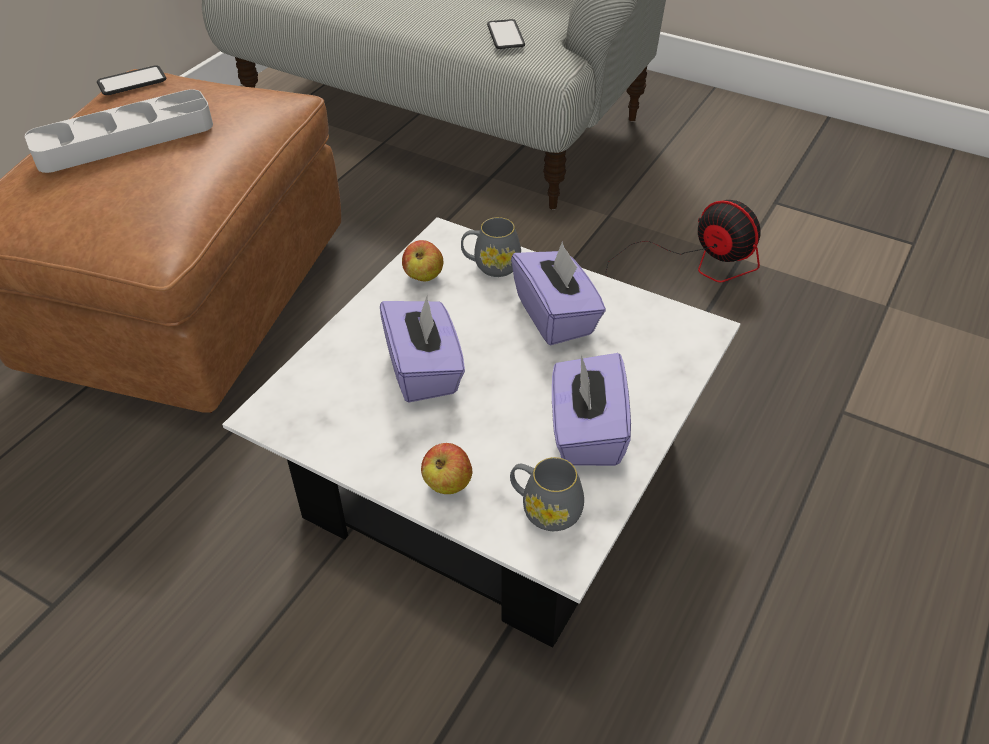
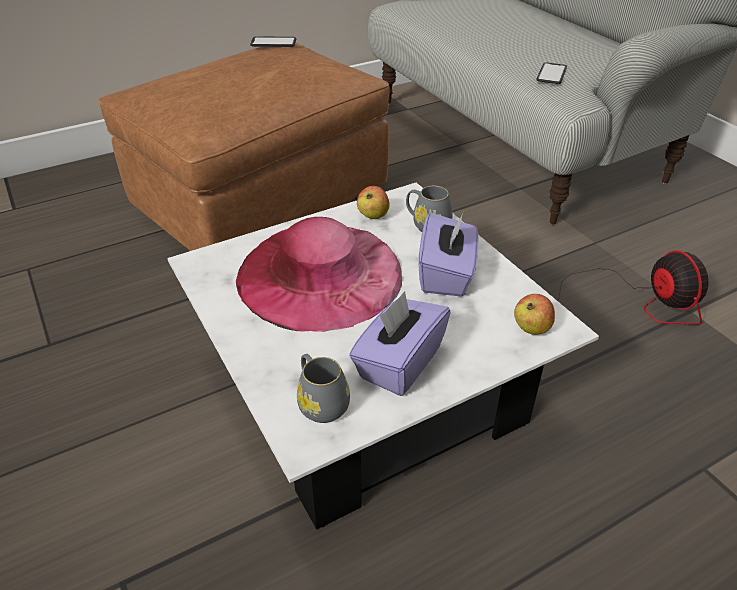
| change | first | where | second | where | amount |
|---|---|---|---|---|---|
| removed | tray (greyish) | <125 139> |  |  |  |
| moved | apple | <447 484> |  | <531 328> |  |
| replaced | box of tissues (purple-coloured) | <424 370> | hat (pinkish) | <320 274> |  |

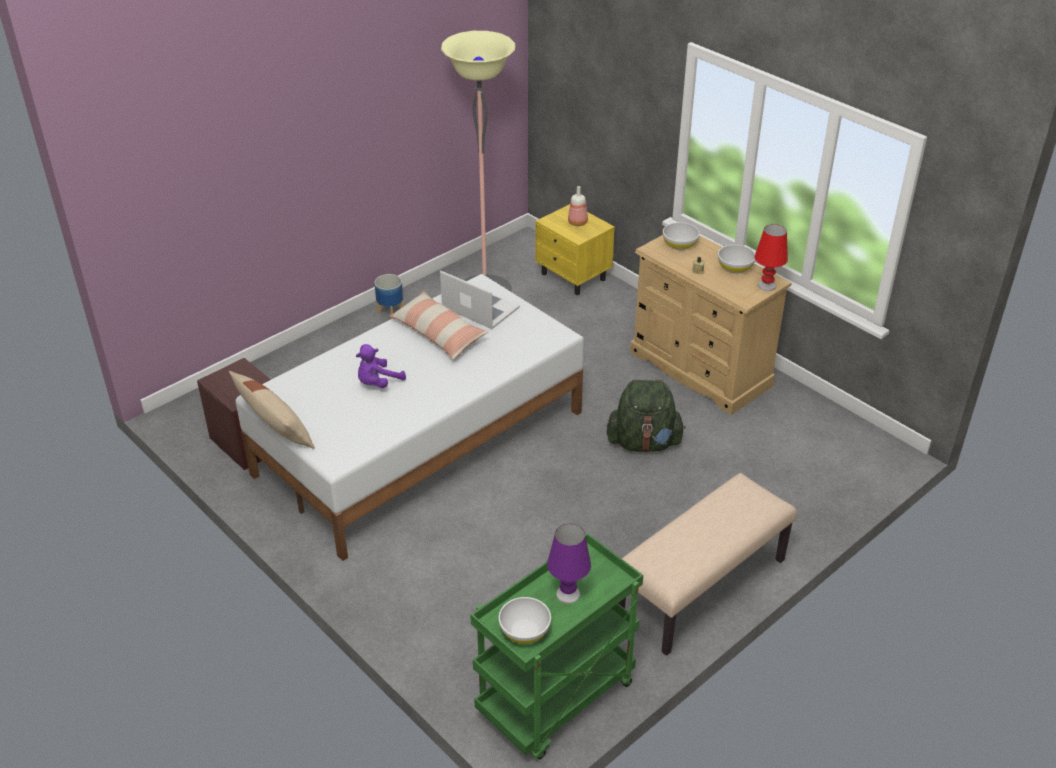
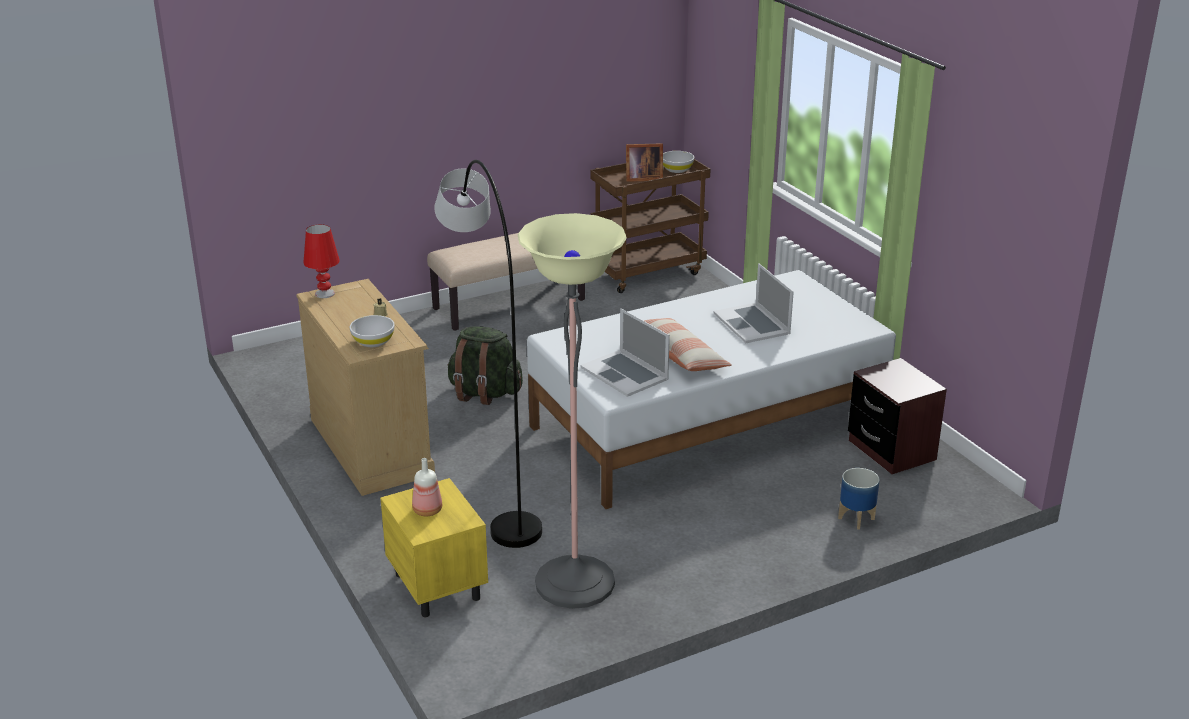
| change | first | where | second | where | amount |
|---|---|---|---|---|---|
| removed | cushion (sand-coloured) | <274 426> |  |  |  |
| removed | deep dish (whitish) | <735 268> |  |  |  |
| added |  |  | standing lamp (greyish) | <492 480> |  |
| moved | flower pot | <390 311> |  | <856 519> |  |
| replaced | soft toy (purple-coloured) | <378 383> | notebook computer | <752 323> |  |
| replaced | table lamp (purple-coloured) | <568 594> | photo frame | <642 178> |  |
| recoloured | trolley (greenish) | <556 701> | trolley (brown) | <648 272> |  |

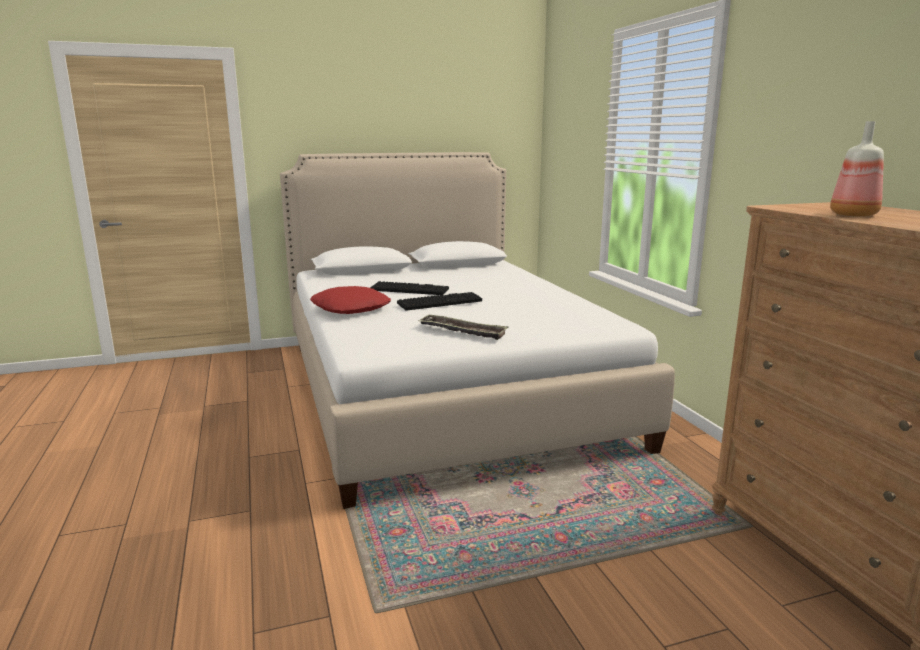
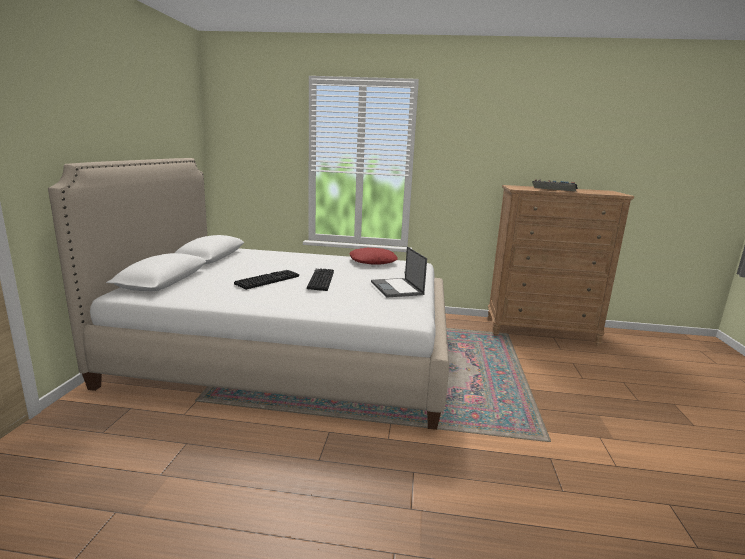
| change | first | where | second | where | amount |
|---|---|---|---|---|---|
| moved | cushion (red) | <351 308> |  | <372 261> |  |
| replaced | tray | <462 331> | notebook computer | <397 288> |  |
| replaced | bottle | <851 215> | keyboard | <552 190> |  |

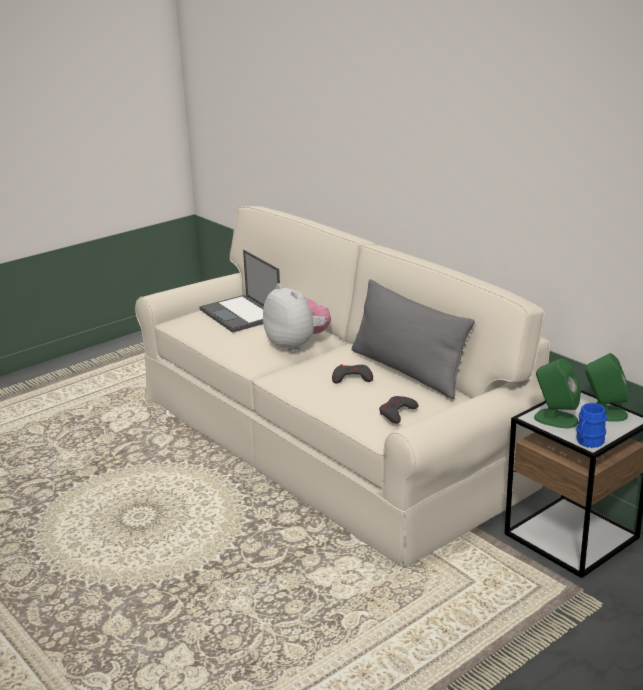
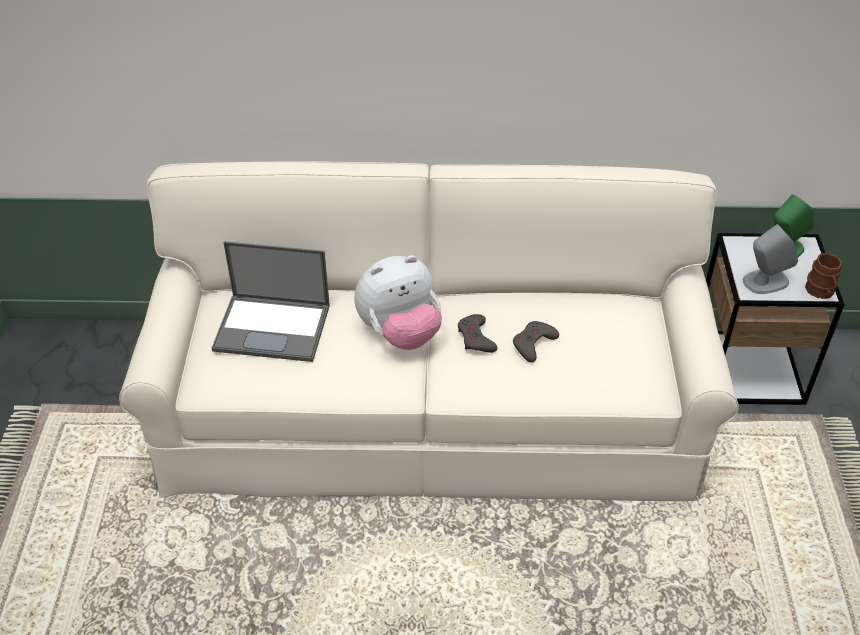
| change | first | where | second | where | amount |
|---|---|---|---|---|---|
| removed | cushion (greyish) | <407 371> |  |  |  |
| moved | game controller (greyish) | <397 413> |  | <476 338> |  |
| recoloured | audio speaker (greenish) | <555 419> | audio speaker (greyish) | <765 281> |  |
| recoloured | coffee mug (bluish) | <588 442> | coffee mug (brown) | <821 292> |  |
| turned | soft toy | <297 345> |  | <400 333> | 150 degrees clockwise |

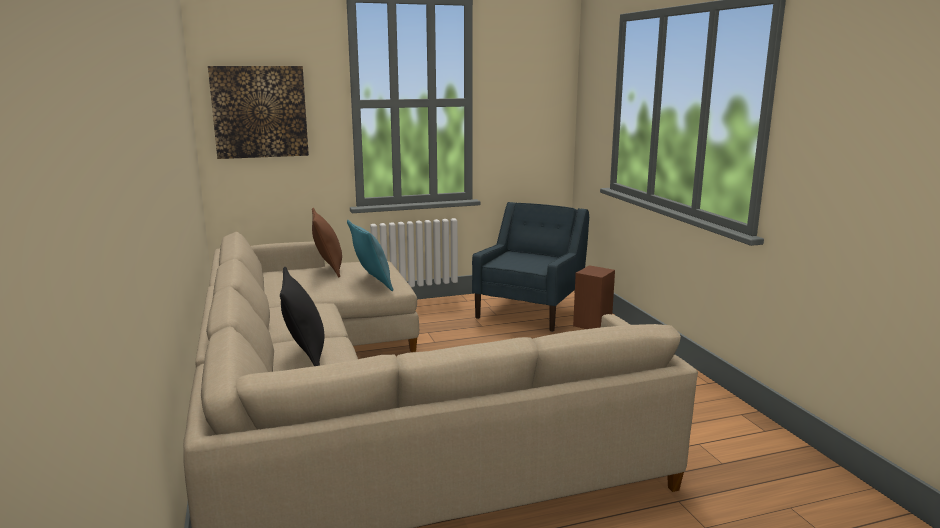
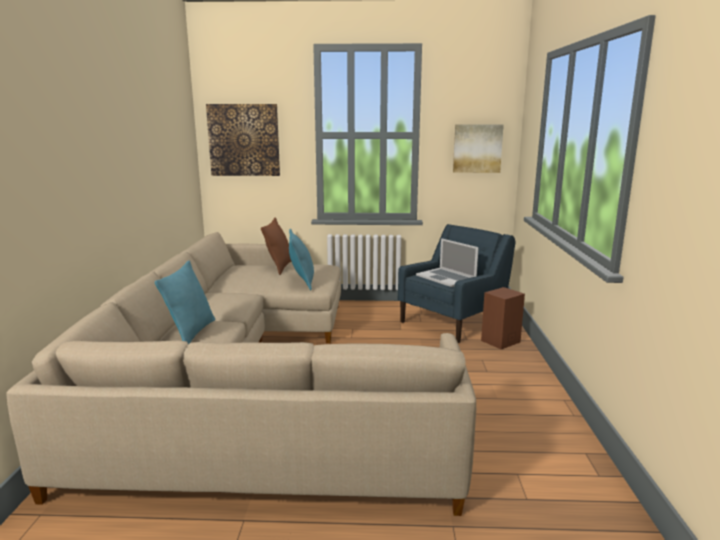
| change | first | where | second | where | amount |
|---|---|---|---|---|---|
| added |  |  | notebook computer | <446 277> |  |
| added |  |  | wall picture | <477 148> |  |
| recoloured | cushion (black) | <305 355> | cushion (turquoise-coloured) | <191 333> |  |

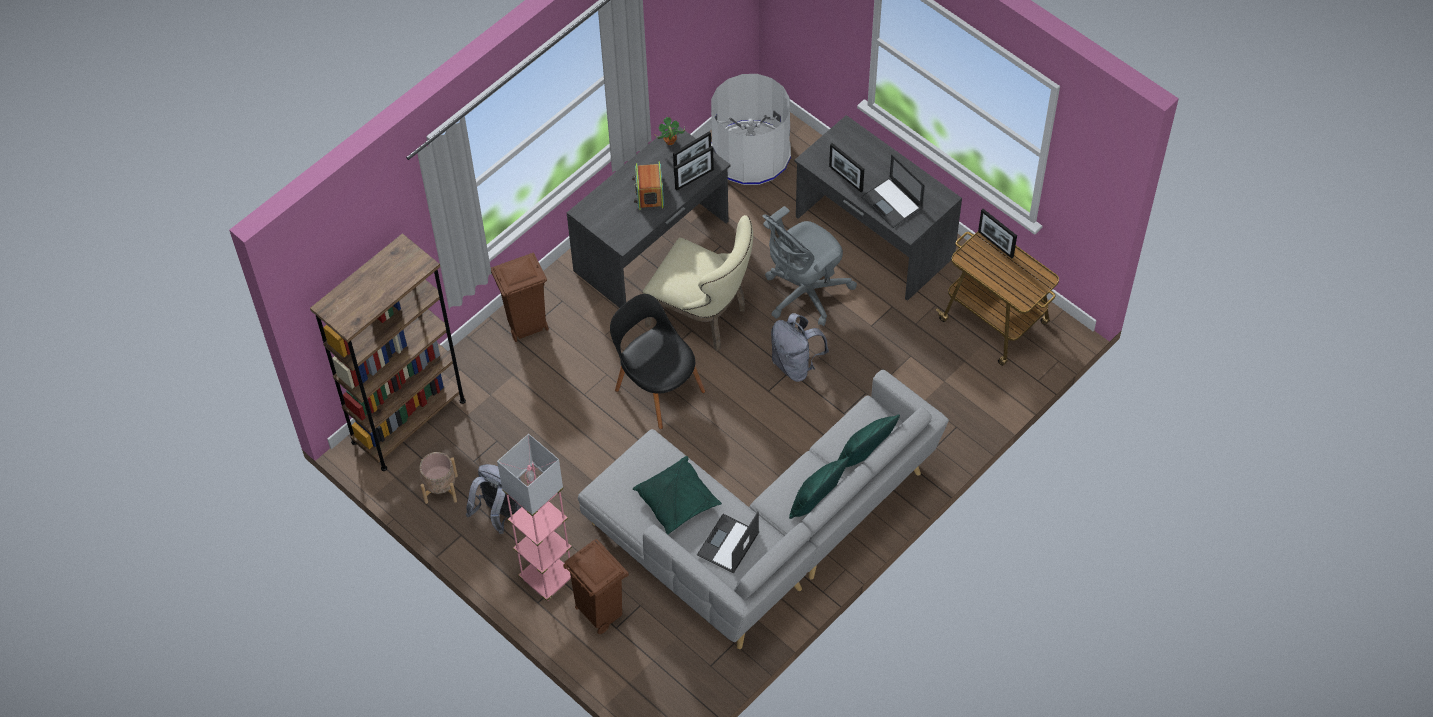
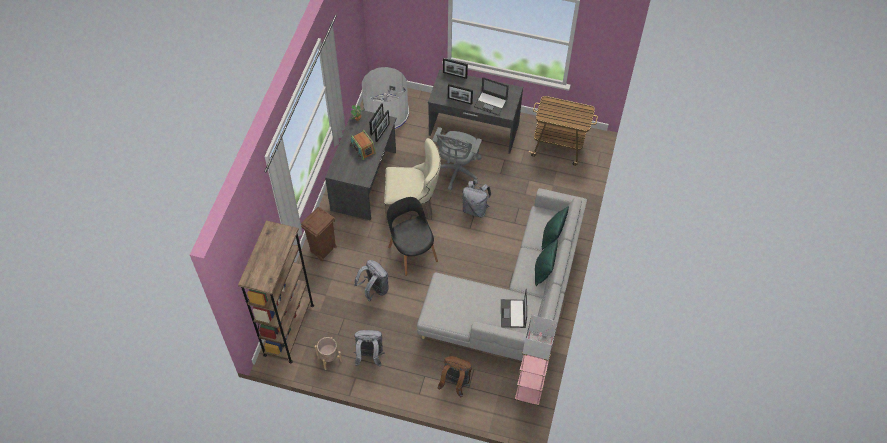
| change | first | where | second | where | amount |
|---|---|---|---|---|---|
| removed | cushion (greenish) | <677 501> |  |  |  |
| added |  |  | backpack (greyish) | <374 289> |  |
| moved | standing lamp (pinkish) | <547 578> |  | <529 393> |  |
| moved | photo frame | <995 244> |  | <455 75> |  |
| replaced | rubbish bin (brown) | <599 612> | backpack (brown) | <455 383> |  |
| turned | upright chair (black) | <657 387> |  | <412 252> | 45 degrees clockwise |

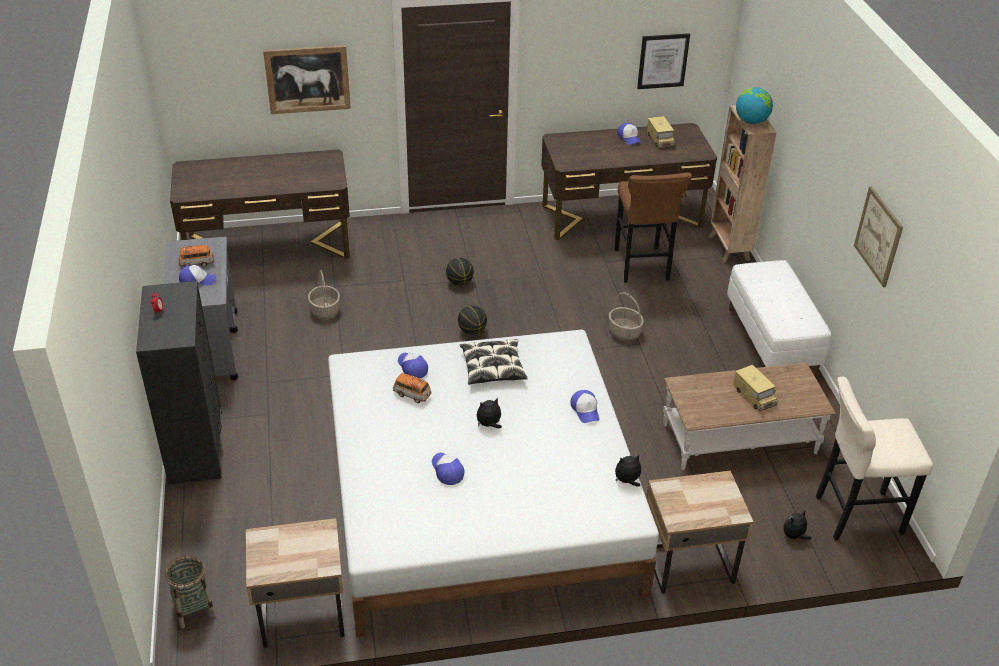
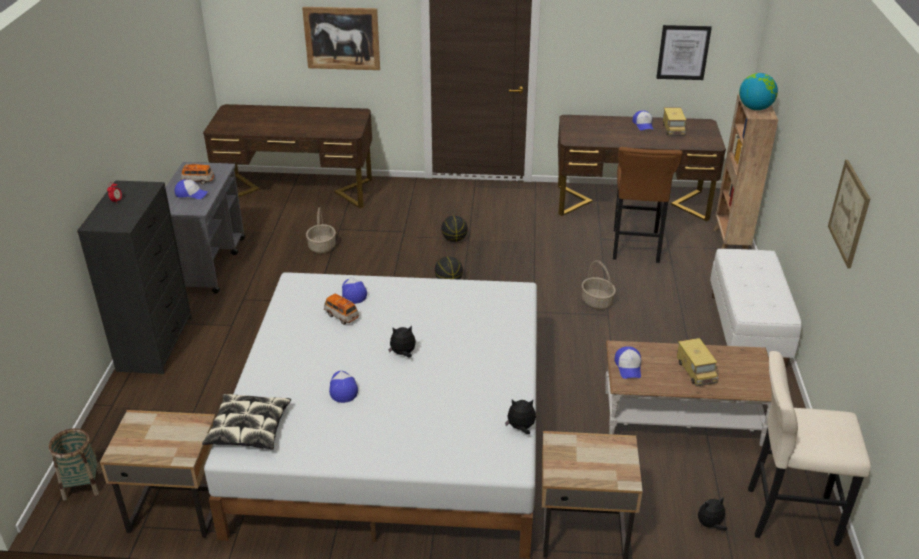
| change | first | where | second | where | amount |
|---|---|---|---|---|---|
| moved | cushion | <493 368> |  | <249 429> |  |
| moved | peaked cap | <585 410> |  | <628 367> |  |

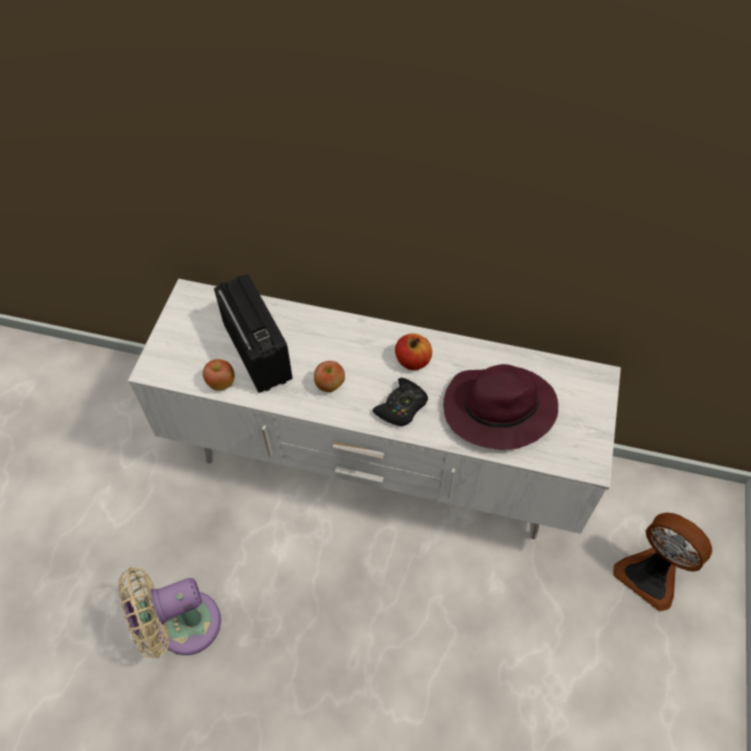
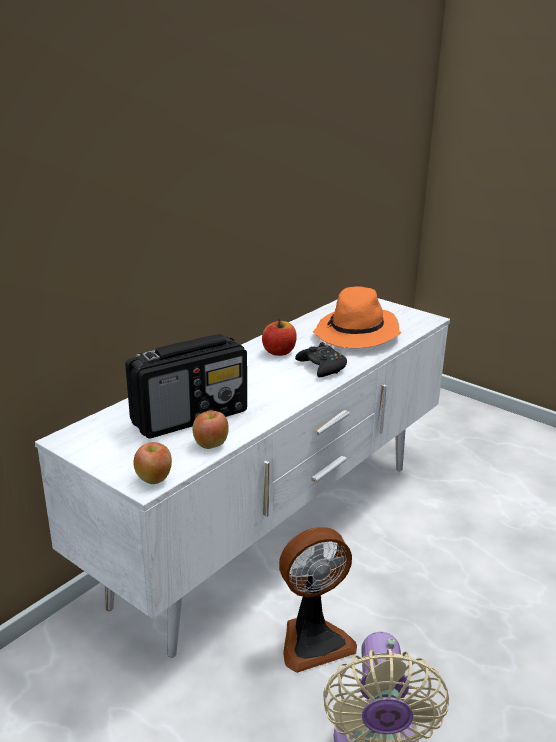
| change | first | where | second | where | amount |
|---|---|---|---|---|---|
| moved | apple | <330 385> |  | <154 479> |  |
| moved | fan | <650 574> |  | <313 640> |  |
| recoloured | hat (purple-coloured) | <497 410> | hat (orangey) | <357 334> |  |
| turned | radio | <257 350> |  | <190 416> | 150 degrees clockwise |

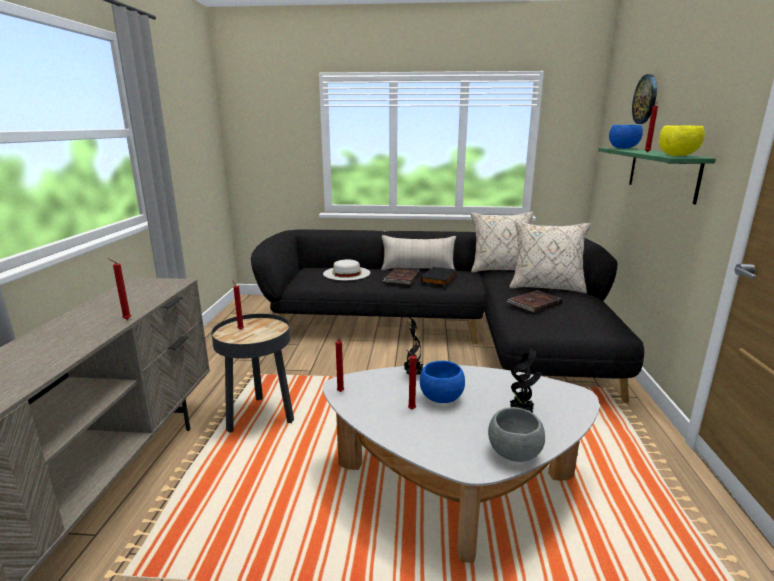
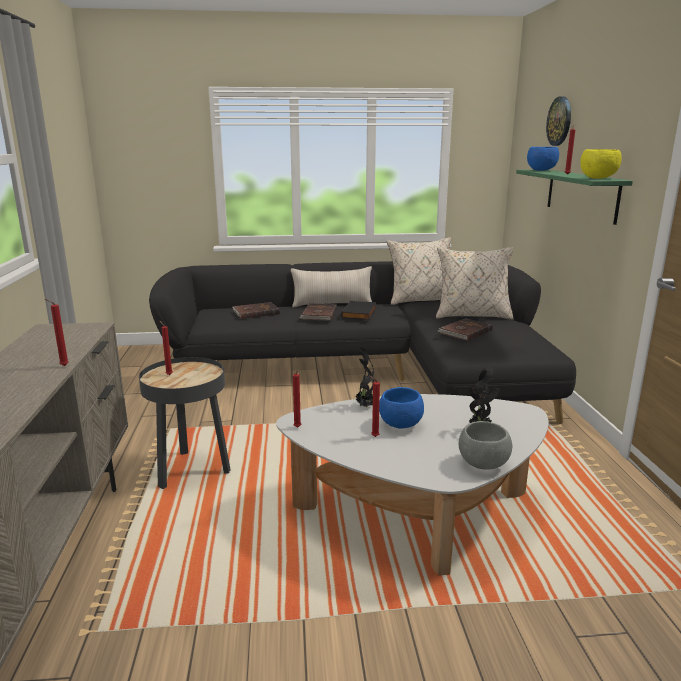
| change | first | where | second | where | amount |
|---|---|---|---|---|---|
| replaced | hat (whitish) | <346 273> | book (brown) | <255 312> |  |

